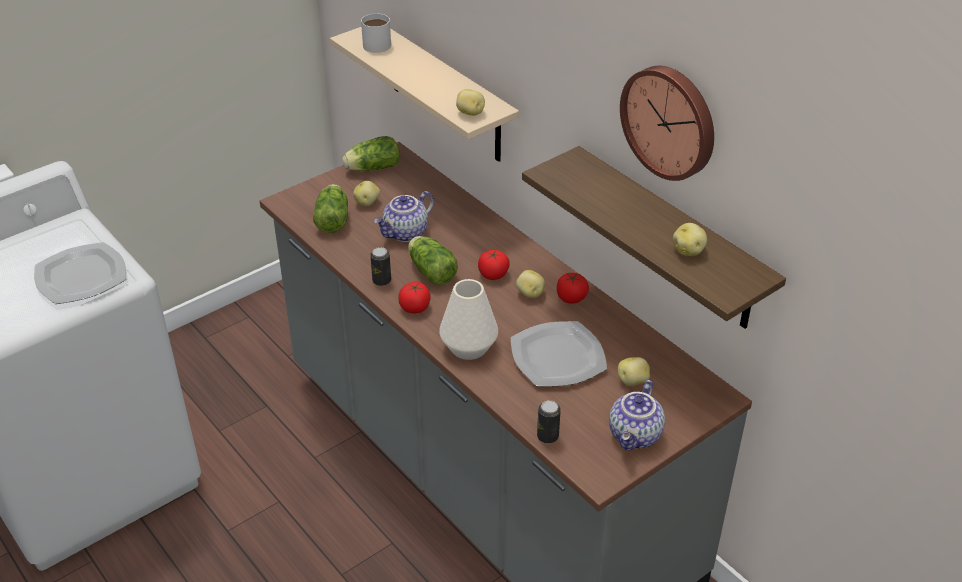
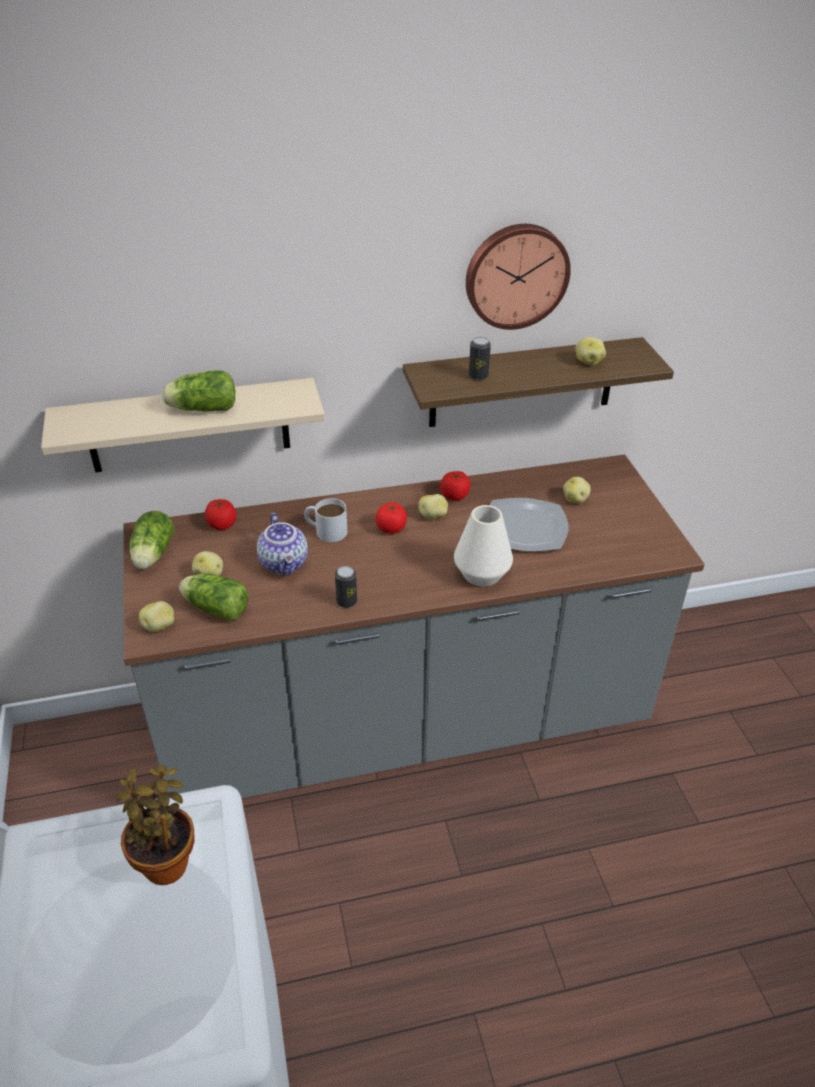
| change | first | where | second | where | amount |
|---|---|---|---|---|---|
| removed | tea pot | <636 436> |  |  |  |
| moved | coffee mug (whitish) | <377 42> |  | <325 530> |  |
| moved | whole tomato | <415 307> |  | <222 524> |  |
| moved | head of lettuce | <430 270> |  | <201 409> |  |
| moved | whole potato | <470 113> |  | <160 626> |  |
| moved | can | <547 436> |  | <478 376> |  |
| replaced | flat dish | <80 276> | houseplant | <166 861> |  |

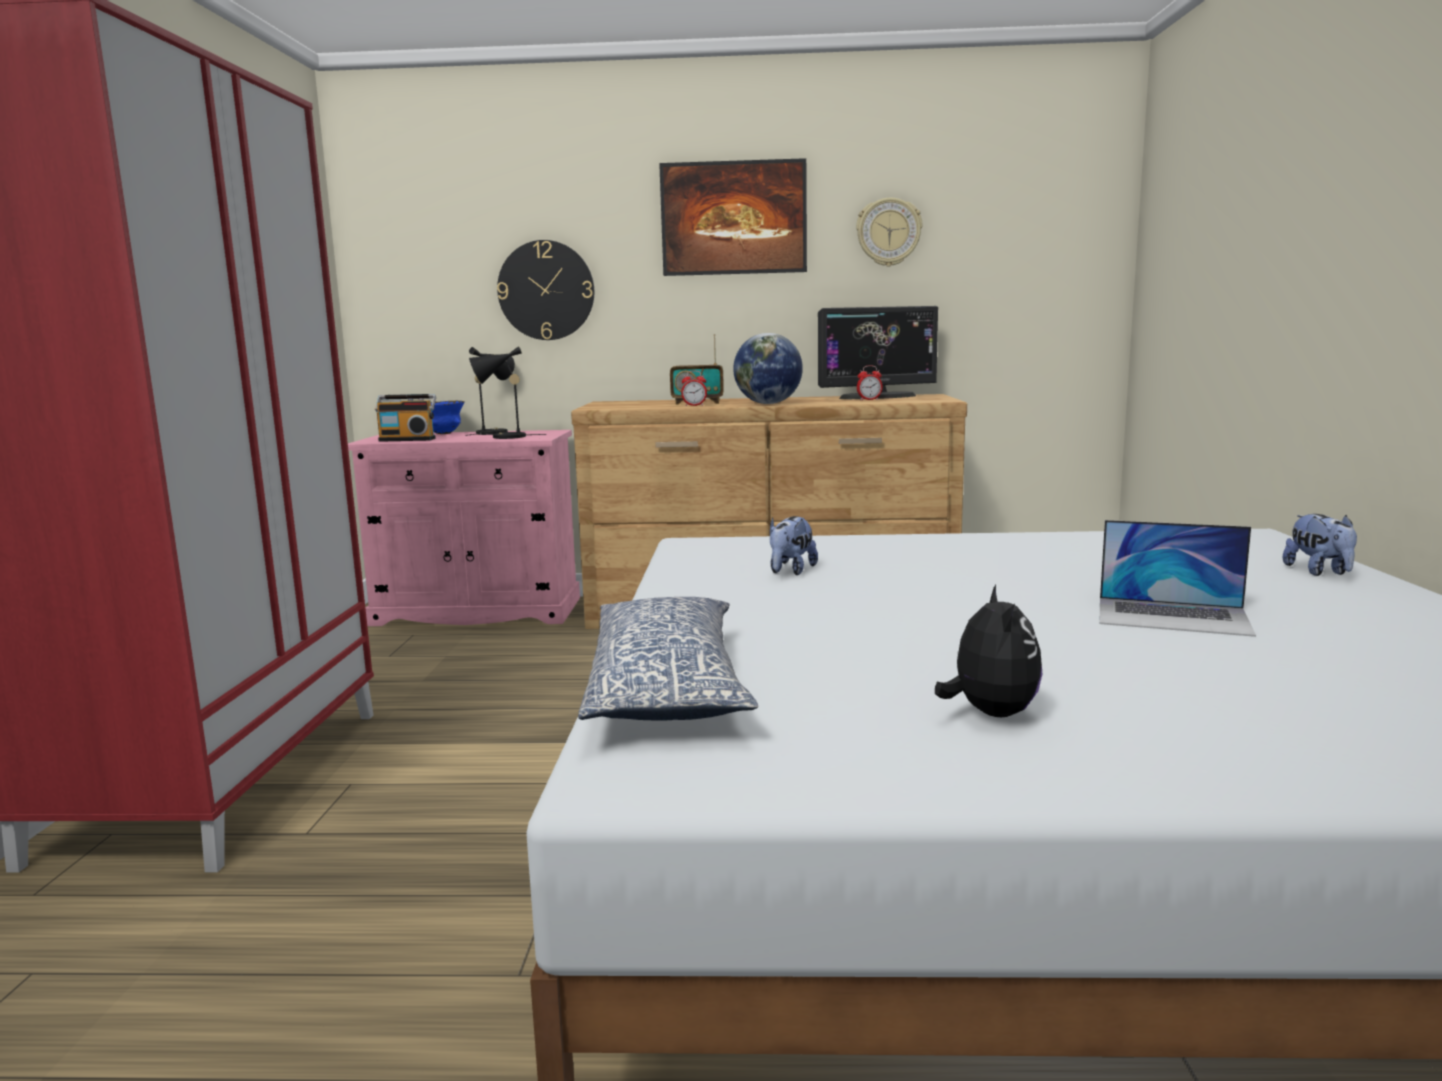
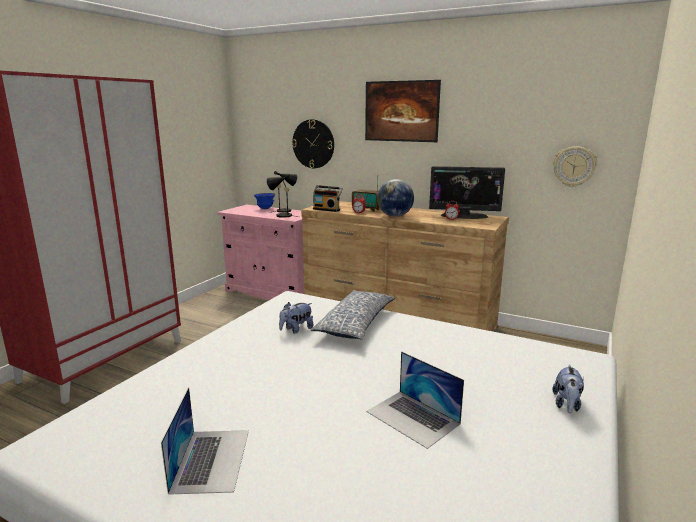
| change | first | where | second | where | amount |
|---|---|---|---|---|---|
| moved | radio | <408 439> |  | <327 209> |  |
| moved | cushion | <668 685> |  | <356 323> |  |
| moved | hanging clock | <888 232> |  | <574 166> |  |
| replaced | soft toy | <989 713> | notebook computer | <211 459> |  |

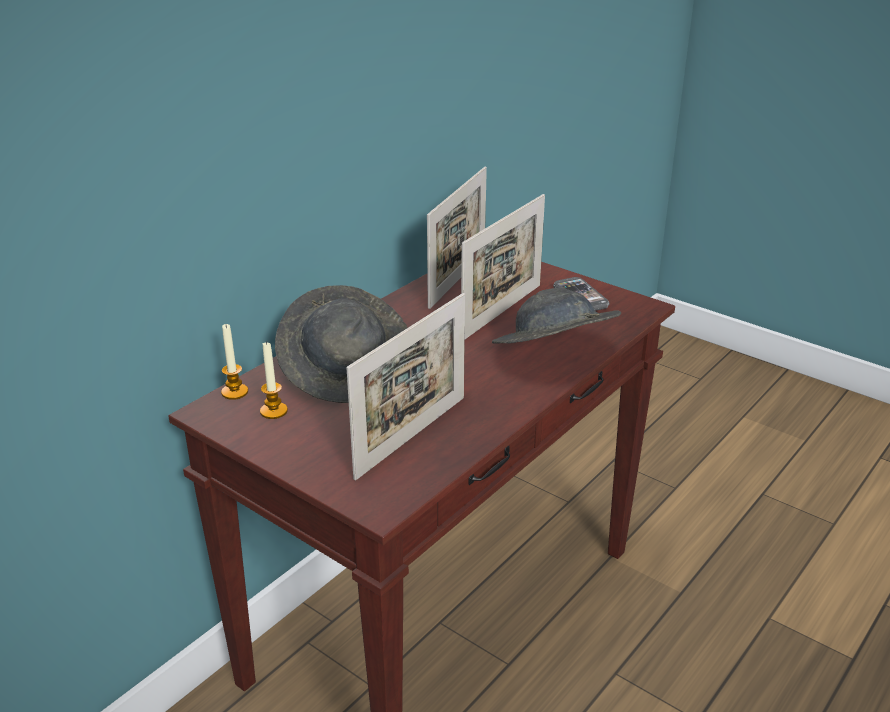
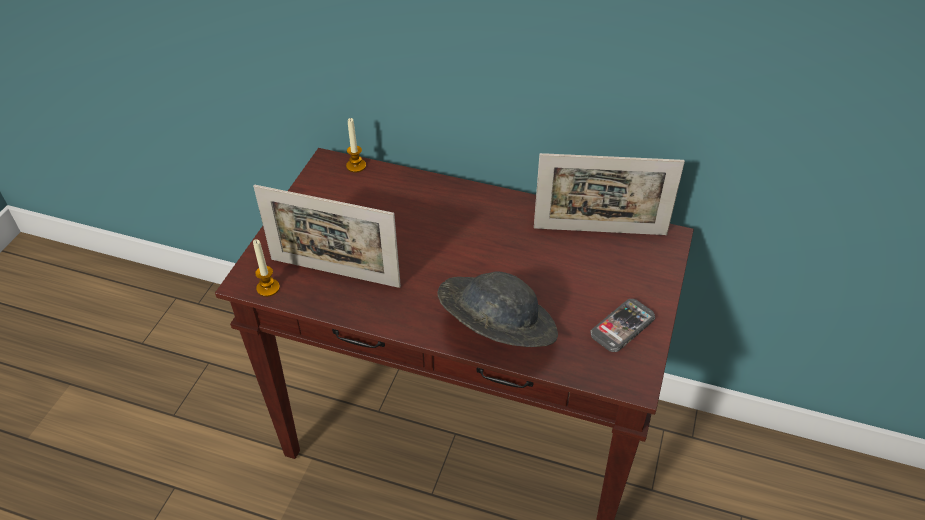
| change | first | where | second | where | amount |
|---|---|---|---|---|---|
| removed | hat (greyish) | <346 371> |  |  |  |
| removed | photo frame | <502 311> |  |  |  |
| moved | wax light | <273 411> |  | <268 288> |  |

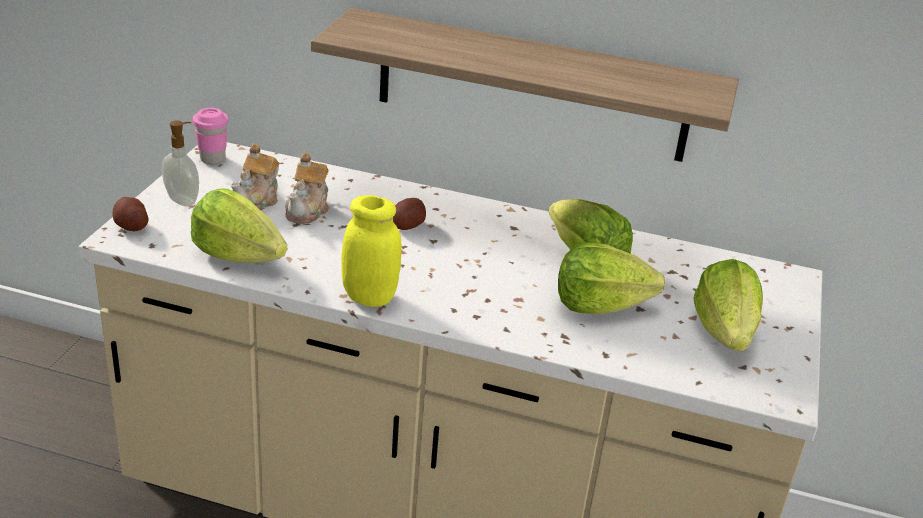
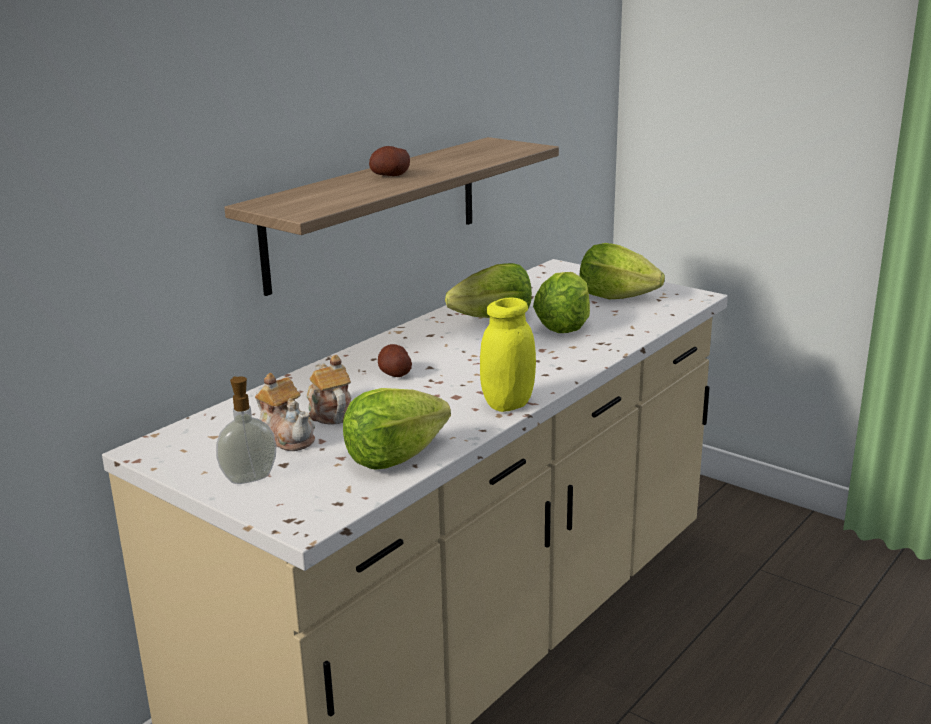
| change | first | where | second | where | amount |
|---|---|---|---|---|---|
| removed | cup (pinkish) | <212 159> |  |  |  |
| moved | whole potato | <131 226> |  | <390 175> |  |
| turned | tea pot | <308 210> |  | <329 413> | 150 degrees counterclockwise |

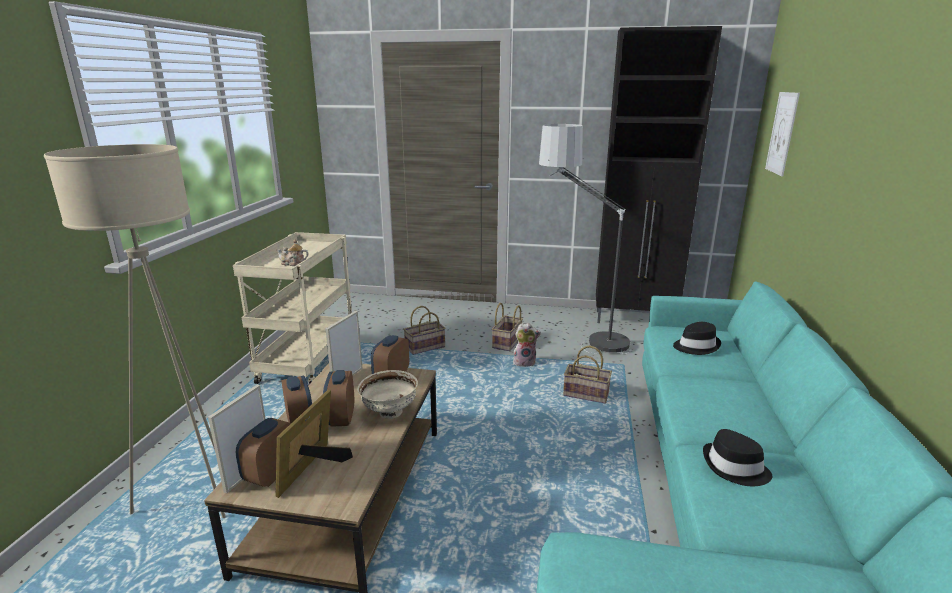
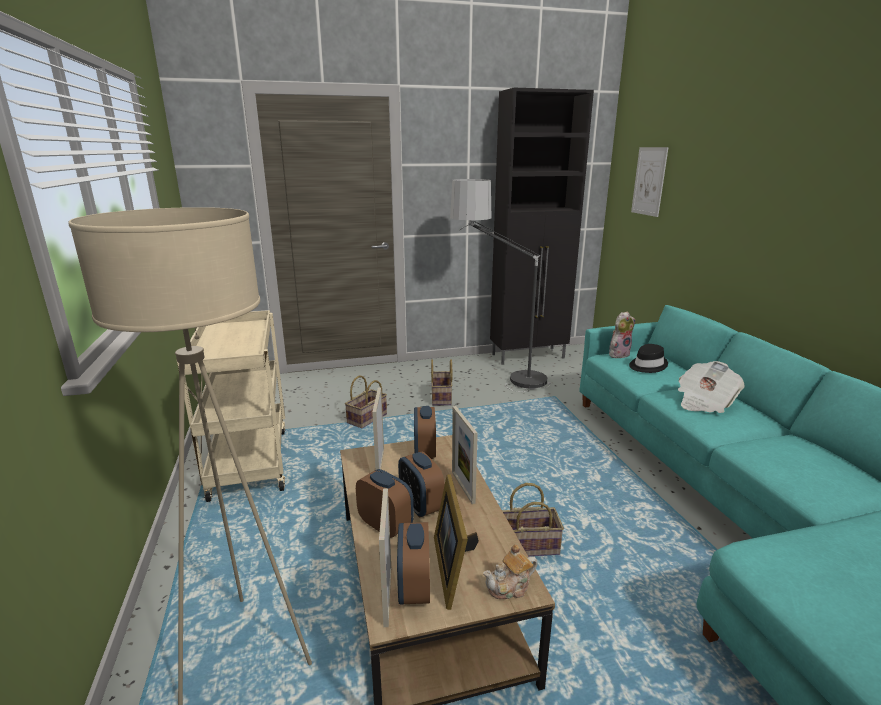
| change | first | where | second | where | amount |
|---|---|---|---|---|---|
| removed | hat (black) | <735 468> |  |  |  |
| added |  |  | printed paper | <704 402> |  |
| moved | tea pot | <293 263> |  | <510 587> |  |
| moved | soft toy | <525 363> |  | <618 354> |  |
| moved | basket | <587 394> |  | <529 545> |  |
| replaced | deep dish (sand-coloured) | <389 413> | photo frame | <463 487> |  |

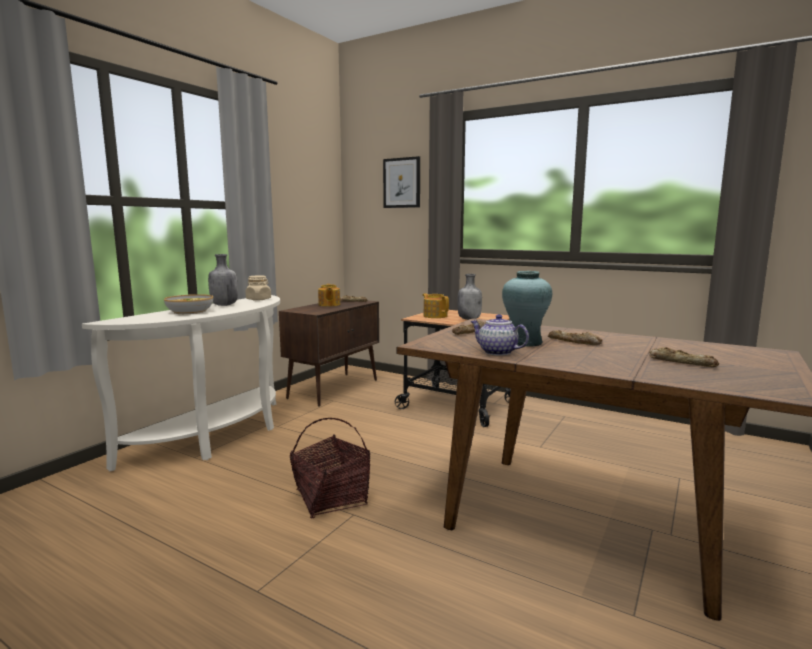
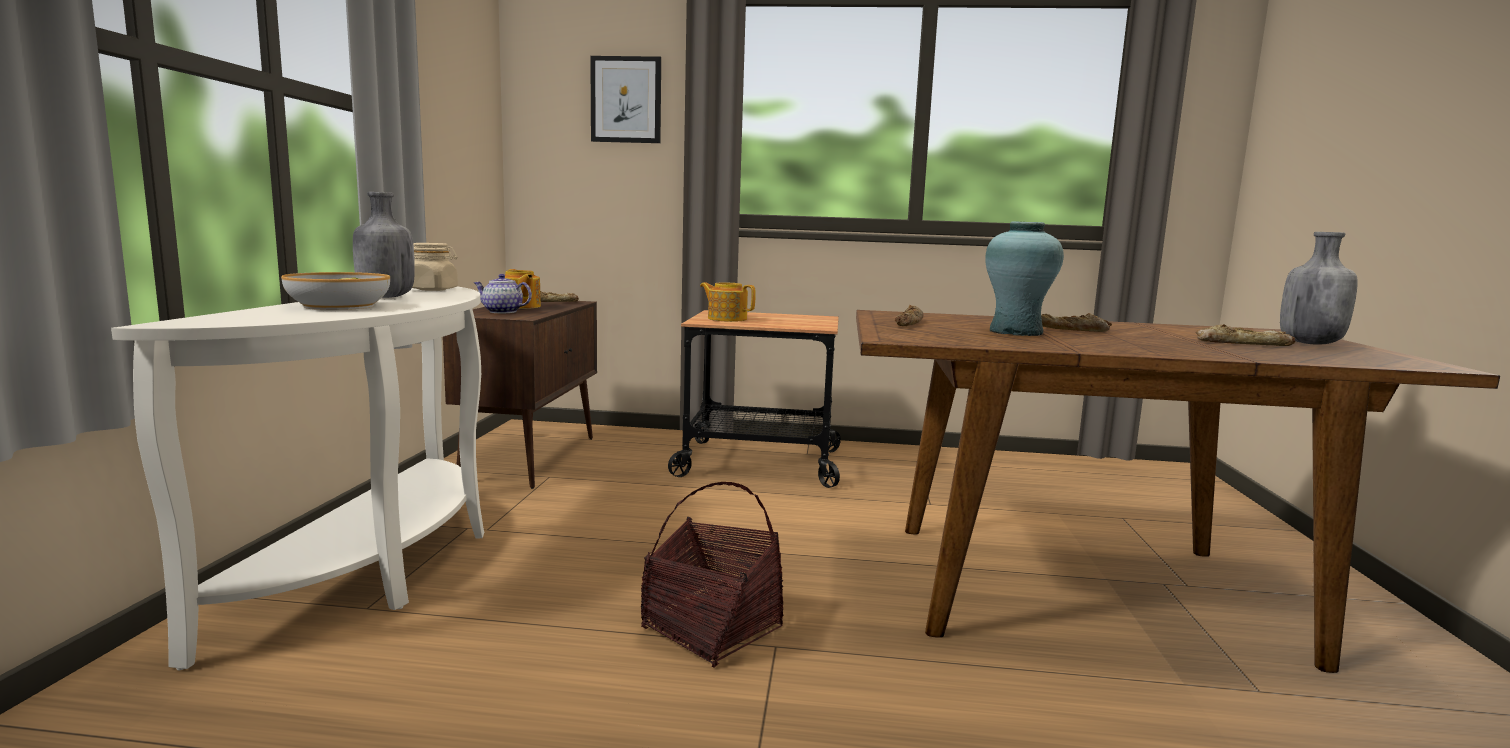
| change | first | where | second | where | amount |
|---|---|---|---|---|---|
| moved | bottle (greyish) | <469 319> |  | <1309 343> |  |
| moved | tea pot | <496 352> |  | <501 312> |  |

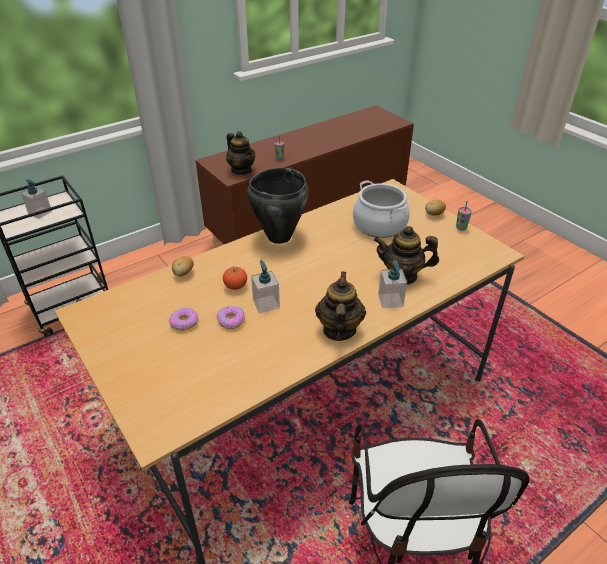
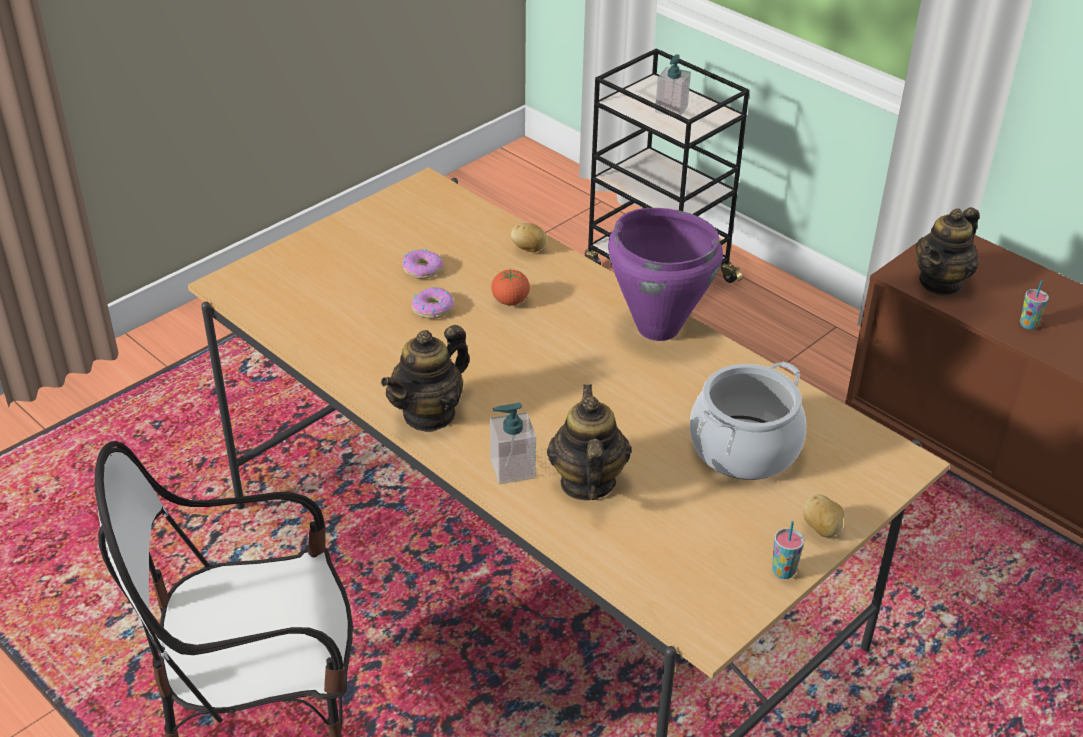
| change | first | where | second | where | amount |
|---|---|---|---|---|---|
| removed | soap bottle | <266 304> |  |  |  |
| recoloured | saucepot (black) | <278 237> | saucepot (purple-coloured) | <657 327> |  |
| turned | tea pot | <338 330> |  | <429 414> | 135 degrees clockwise |

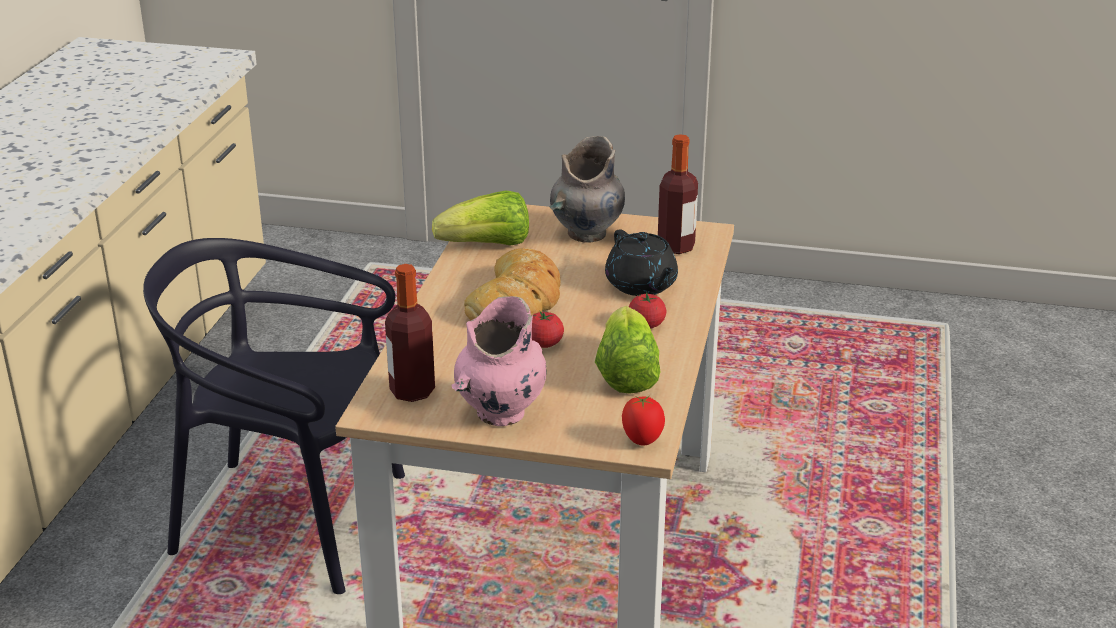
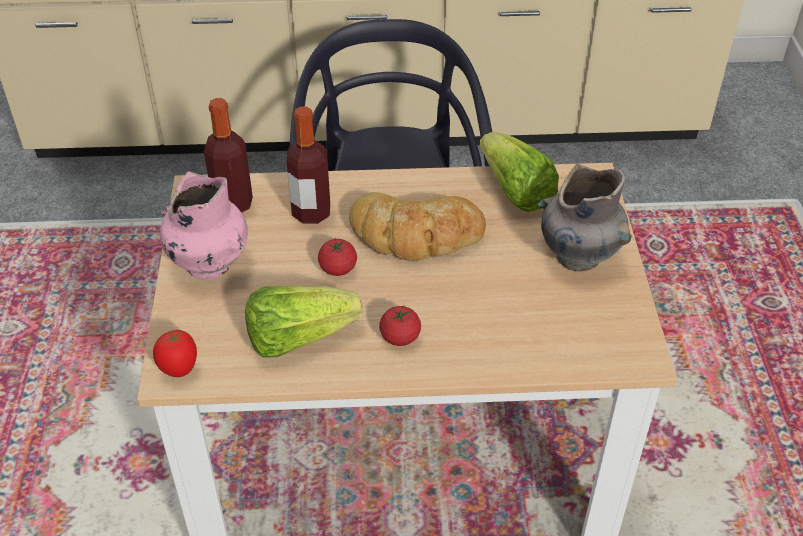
| change | first | where | second | where | amount |
|---|---|---|---|---|---|
| removed | tea pot (black) | <641 285> |  |  |  |
| moved | bottle | <676 247> |  | <311 213> |  |

